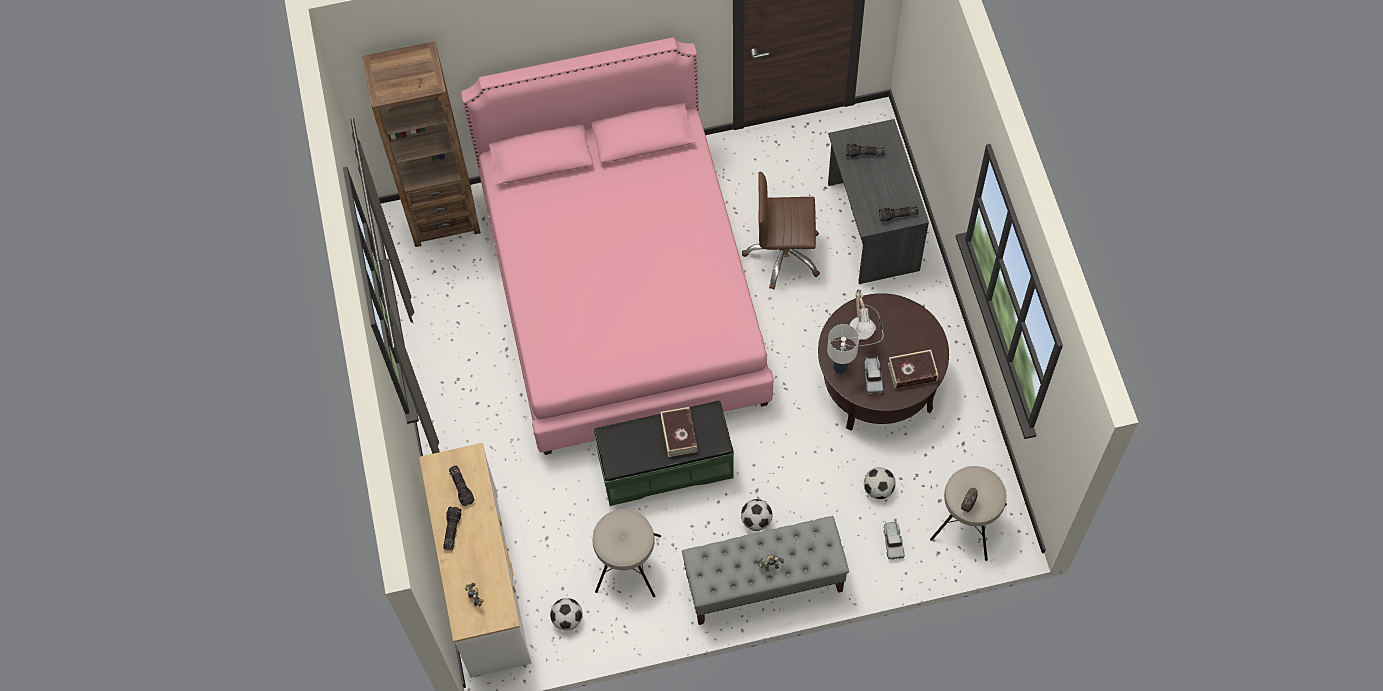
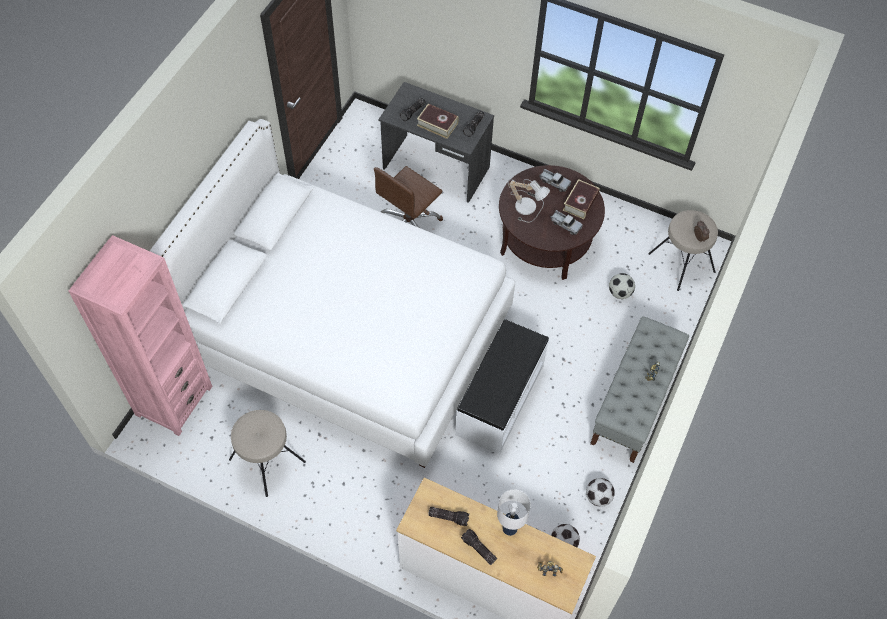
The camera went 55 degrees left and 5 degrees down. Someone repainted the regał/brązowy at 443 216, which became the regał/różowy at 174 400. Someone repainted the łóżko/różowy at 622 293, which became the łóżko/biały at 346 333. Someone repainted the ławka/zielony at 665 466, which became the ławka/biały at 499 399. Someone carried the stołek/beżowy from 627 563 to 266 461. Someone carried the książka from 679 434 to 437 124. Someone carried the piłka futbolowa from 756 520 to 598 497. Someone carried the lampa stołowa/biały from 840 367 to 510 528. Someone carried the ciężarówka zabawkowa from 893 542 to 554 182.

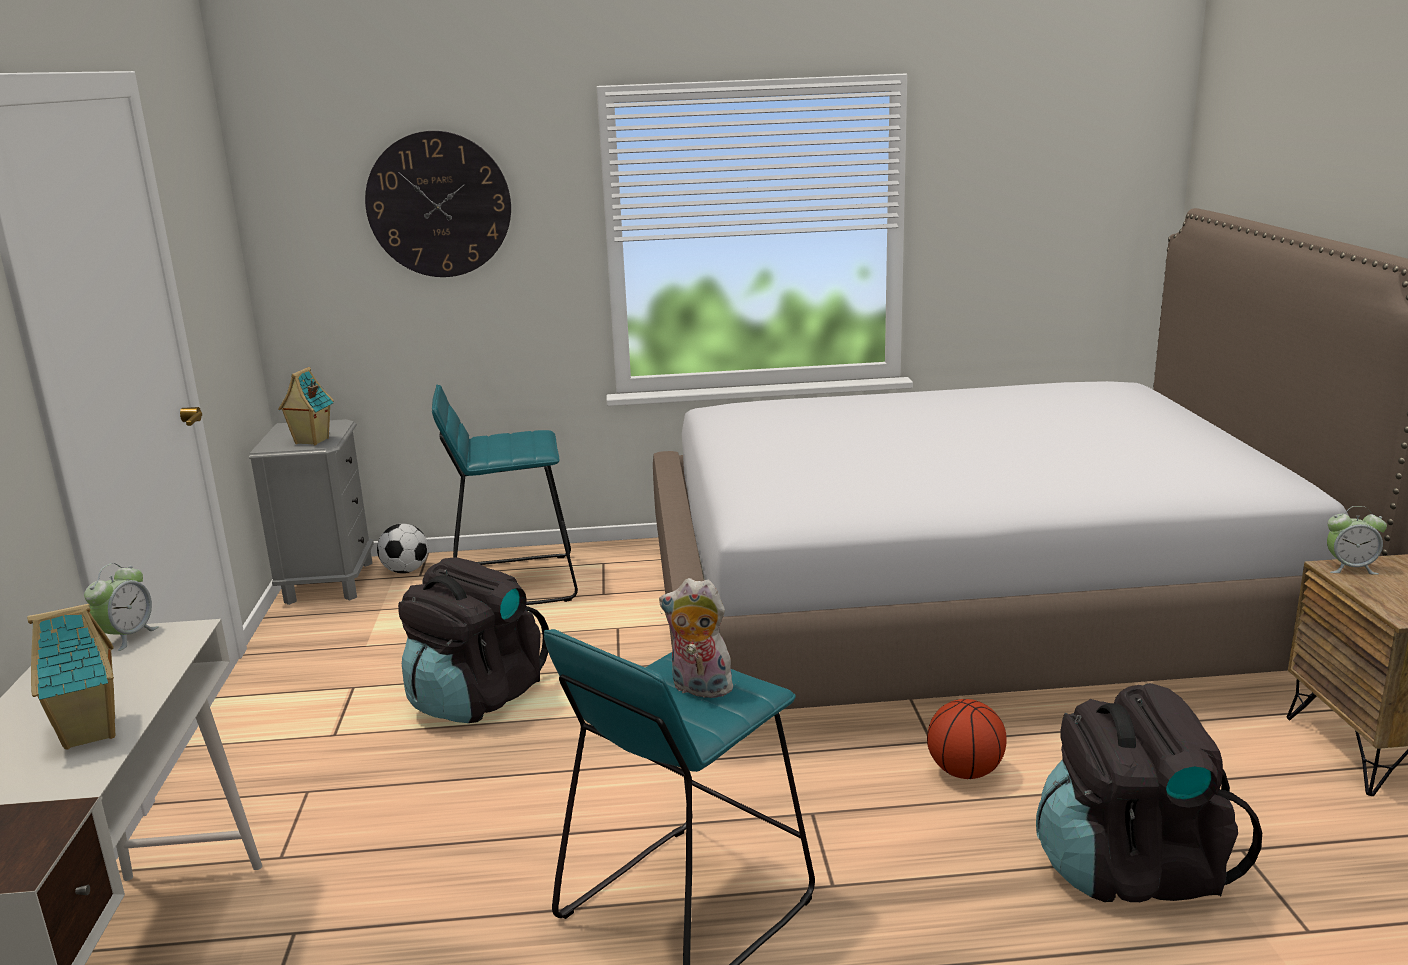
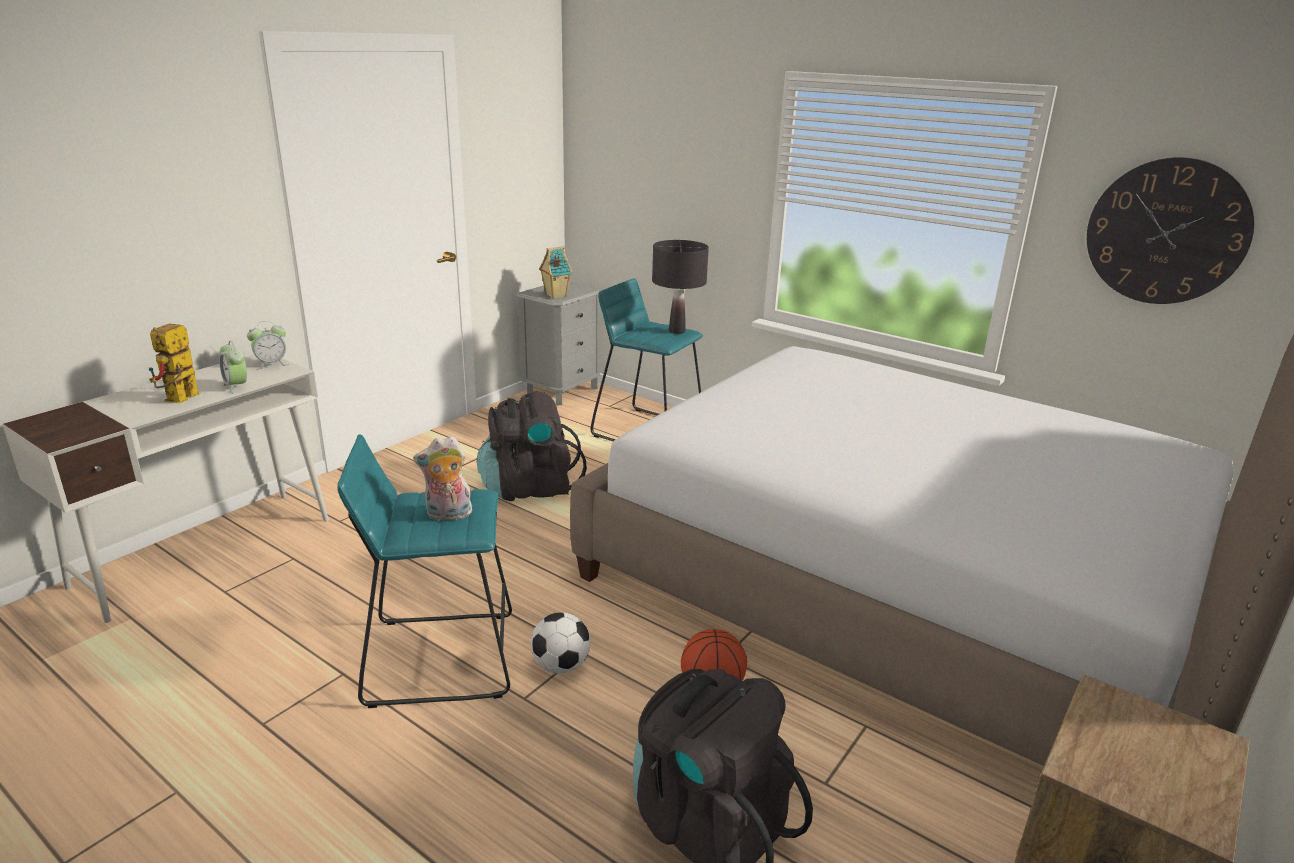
The camera went 40 degrees right and 5 degrees up. Someone swapped the domek at 92 733 for the robot zabawkowy at 179 400. Someone carried the zegar ścienny from 439 205 to 1166 232. Someone carried the piłka futbolowa from 406 571 to 561 666. Someone rotated the pluszak at 698 689 by 75 degrees counterclockwise. Someone carried the budzik from 1350 568 to 236 387. Someone put down the lampa stołowa/czarny at 677 331.

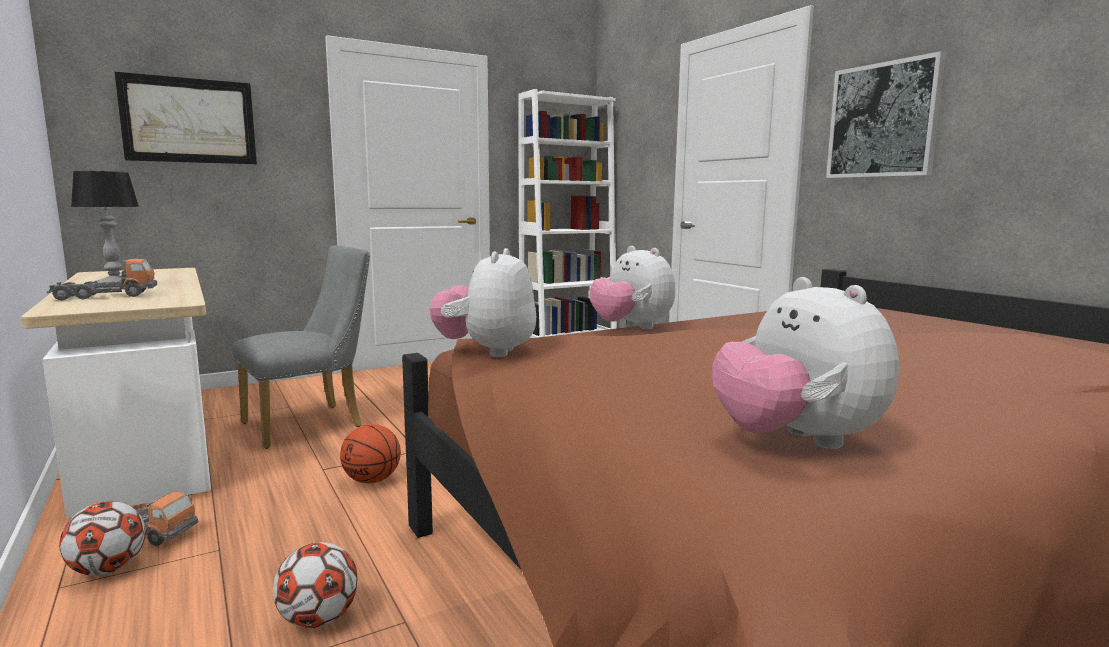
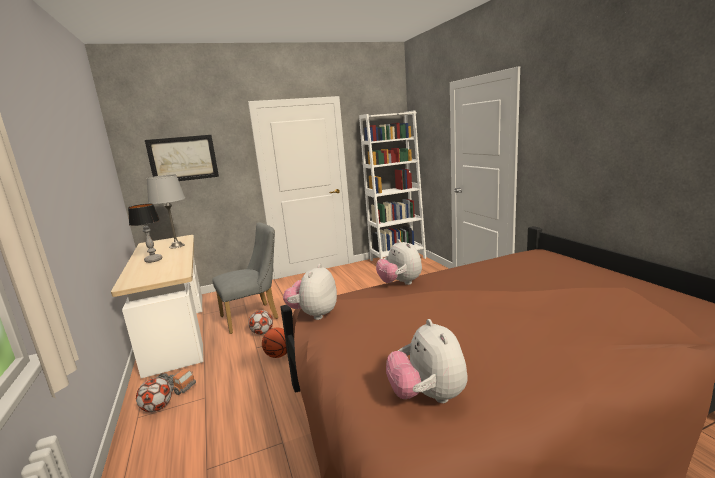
The camera went 10 degrees right and 5 degrees up. Someone took away the ciężarówka zabawkowa at 105 296. Someone carried the piłka futbolowa from 319 619 to 262 333. Someone took away the obraz at 883 120. Someone put down the lampa stołowa/szary at 176 246.

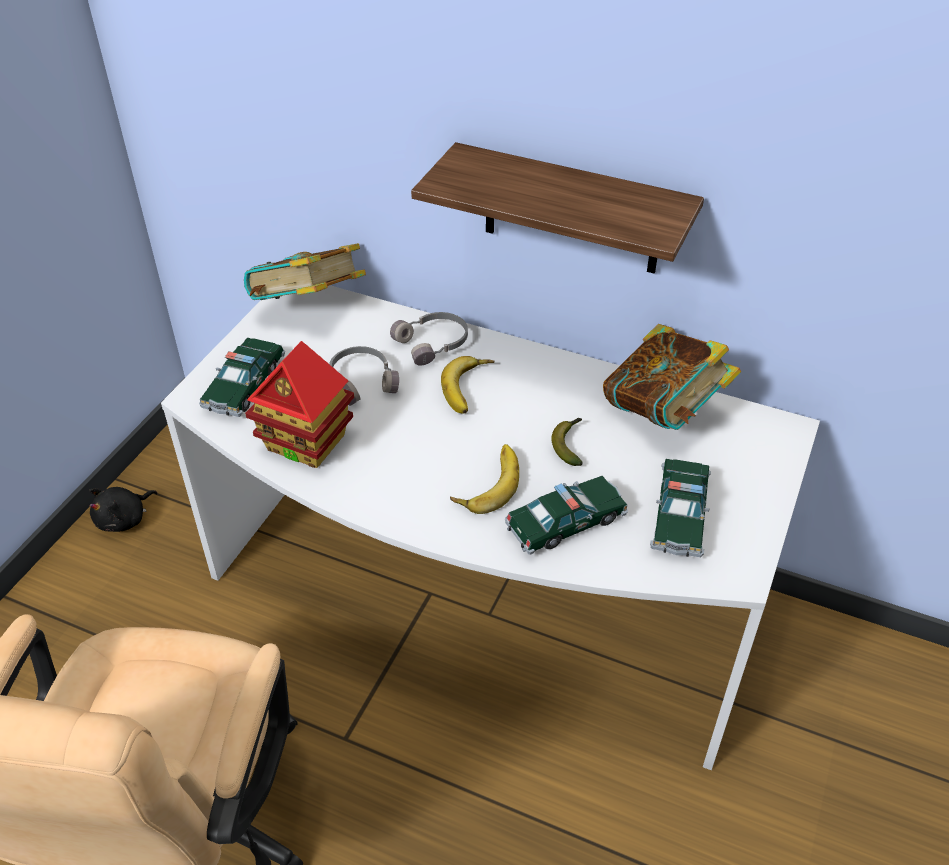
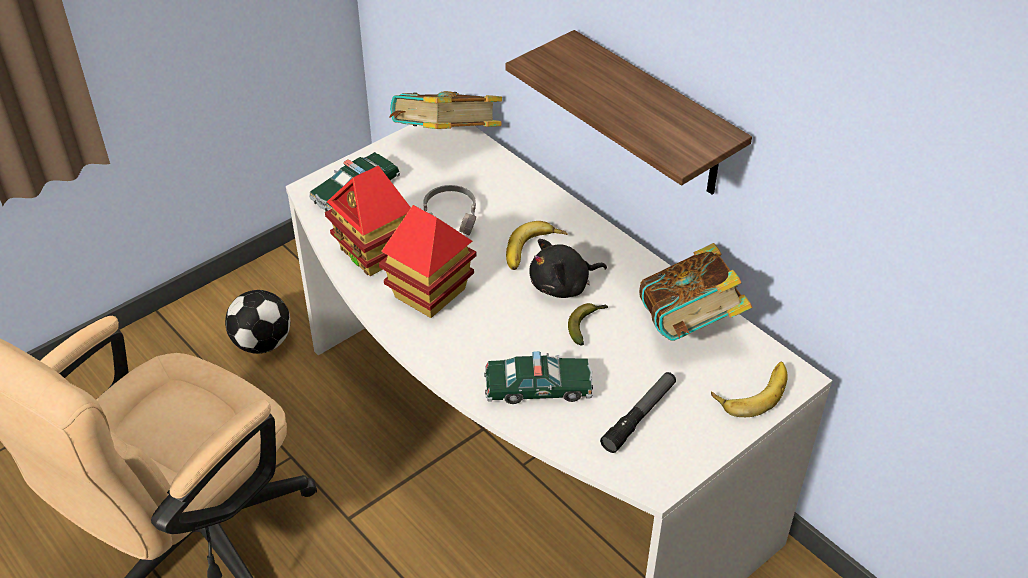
The camera went 25 degrees right and 0 degrees up. Someone carried the pluszak/czarny from 124 519 to 563 286. Someone took away the słuchawki/szary at 433 344. Someone carried the banan from 487 482 to 751 390. Someone swapped the samochodzik at 679 516 for the latarka at 639 416. Someone put down the piłka futbolowa at 261 343. Someone put down the domek at 430 293.

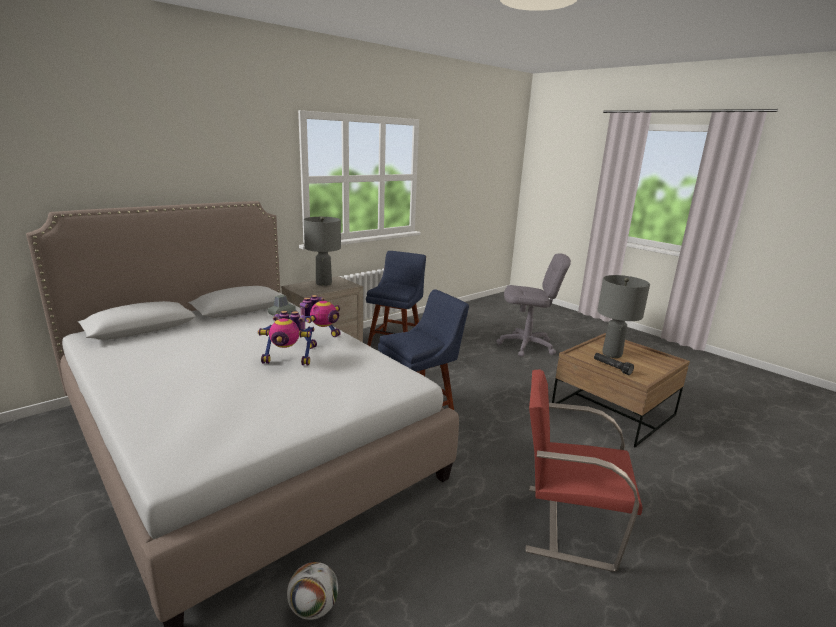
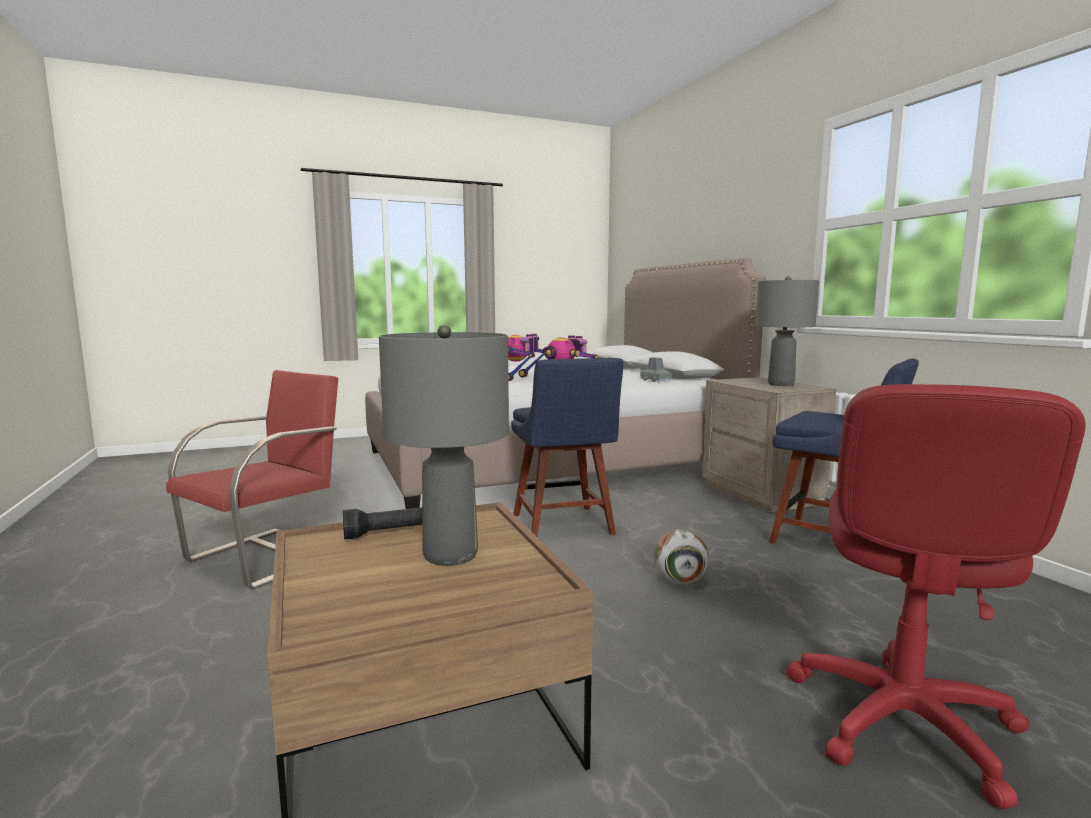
The camera went 110 degrees right and 10 degrees down. Someone carried the piłka futbolowa from 313 608 to 680 581. Someone repainted the krzesło biurowe/szary at 526 346, which became the krzesło biurowe/czerwony at 901 721.

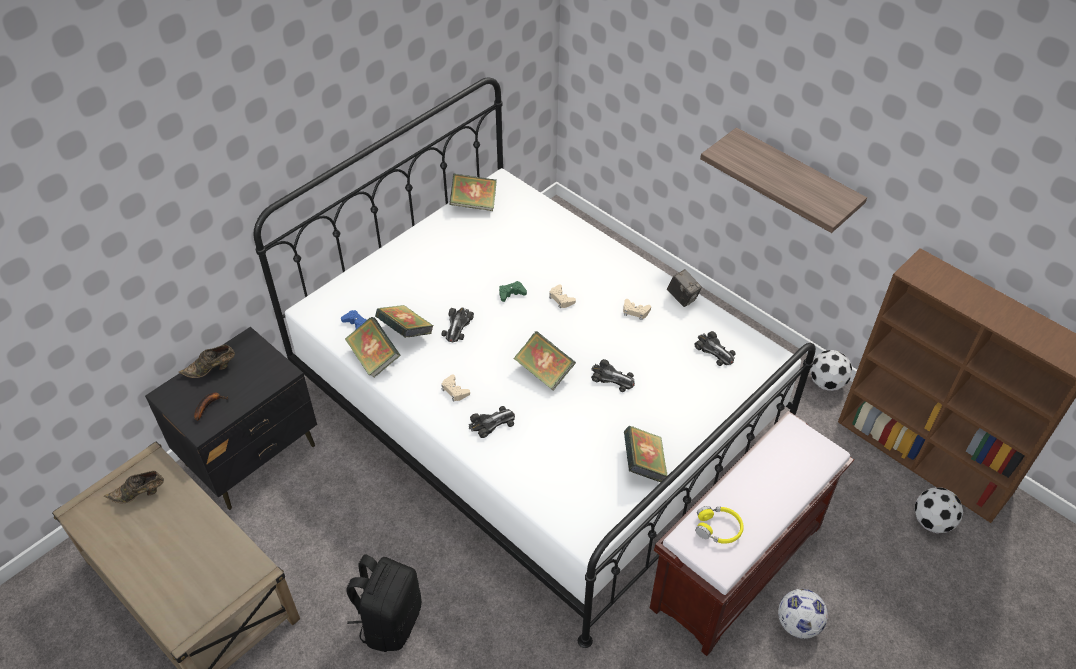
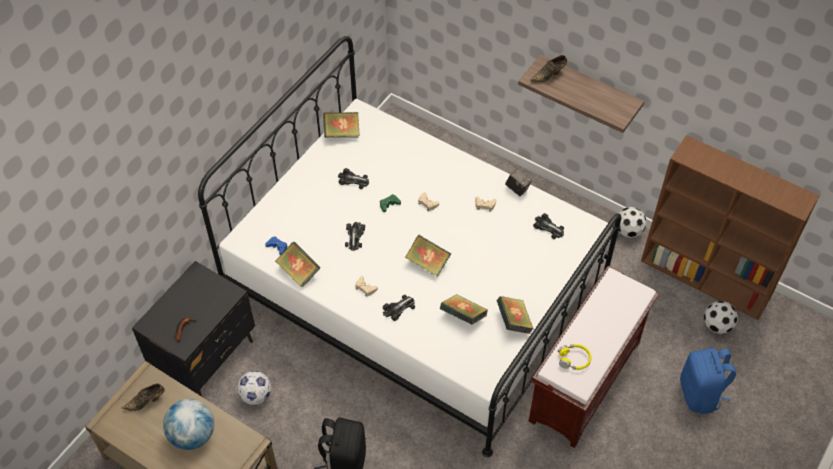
The camera went 10 degrees left and 5 degrees up. Someone carried the but/brązowy from 212 369 to 549 76. Someone carried the książka from 405 332 to 463 316. Someone carried the samochodzik from 612 378 to 353 180. Someone carried the piłka futbolowa from 798 624 to 256 395. Someone put down the globus at 192 435. Someone put down the plecak/niebieski at 700 394.

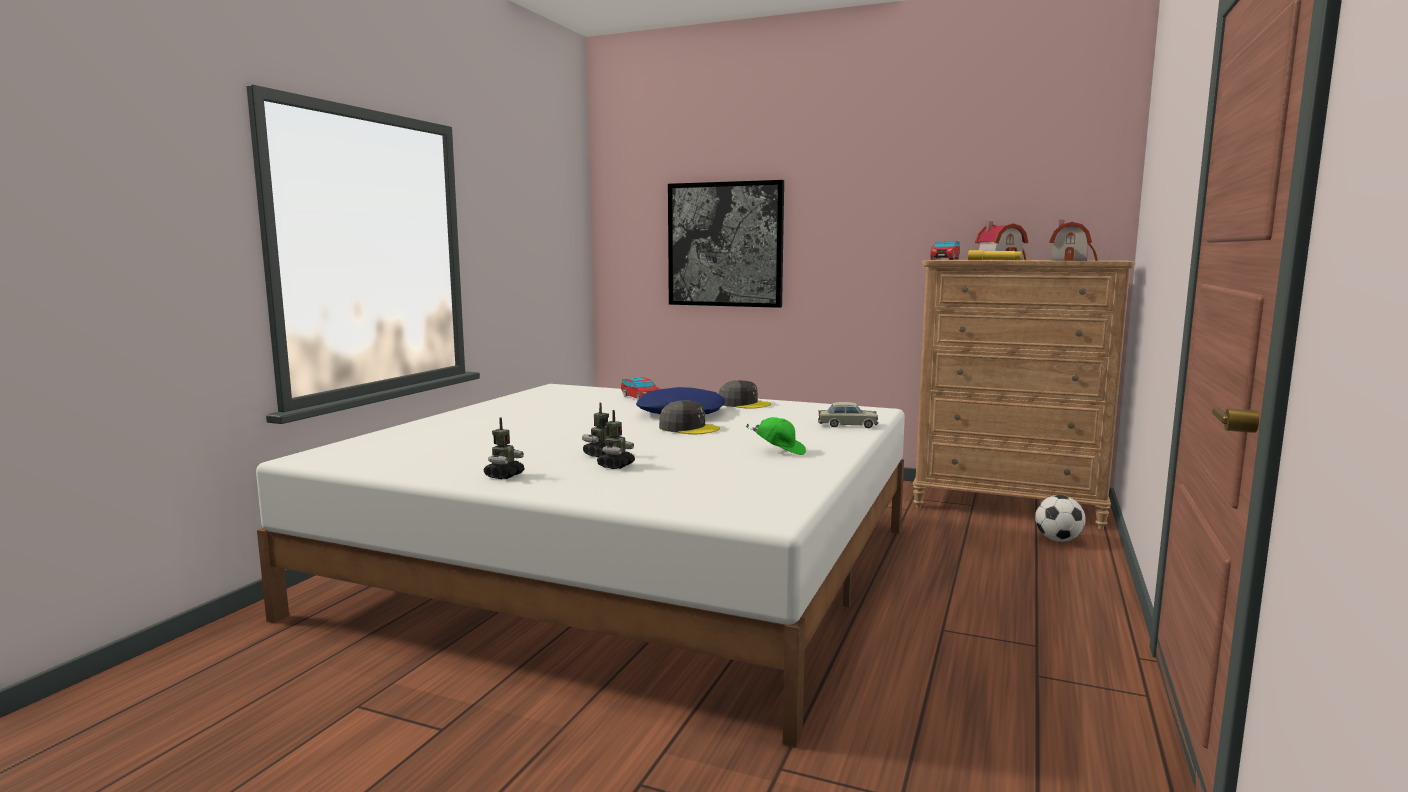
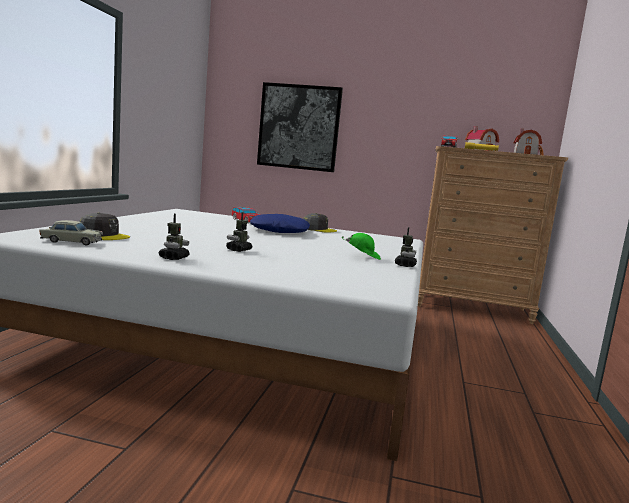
The camera went 10 degrees left and 0 degrees up. Someone carried the robot zabawkowy from 616 466 to 405 265. Someone carried the czapka z daszkiem/szary from 689 428 to 103 236. Someone carried the samochodzik/beżowy from 847 425 to 72 242. Someone took away the piłka futbolowa at 1058 540.

